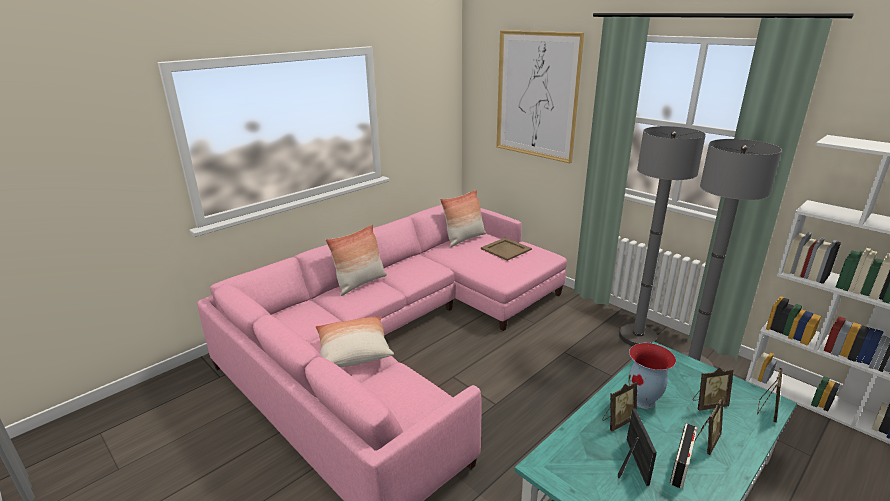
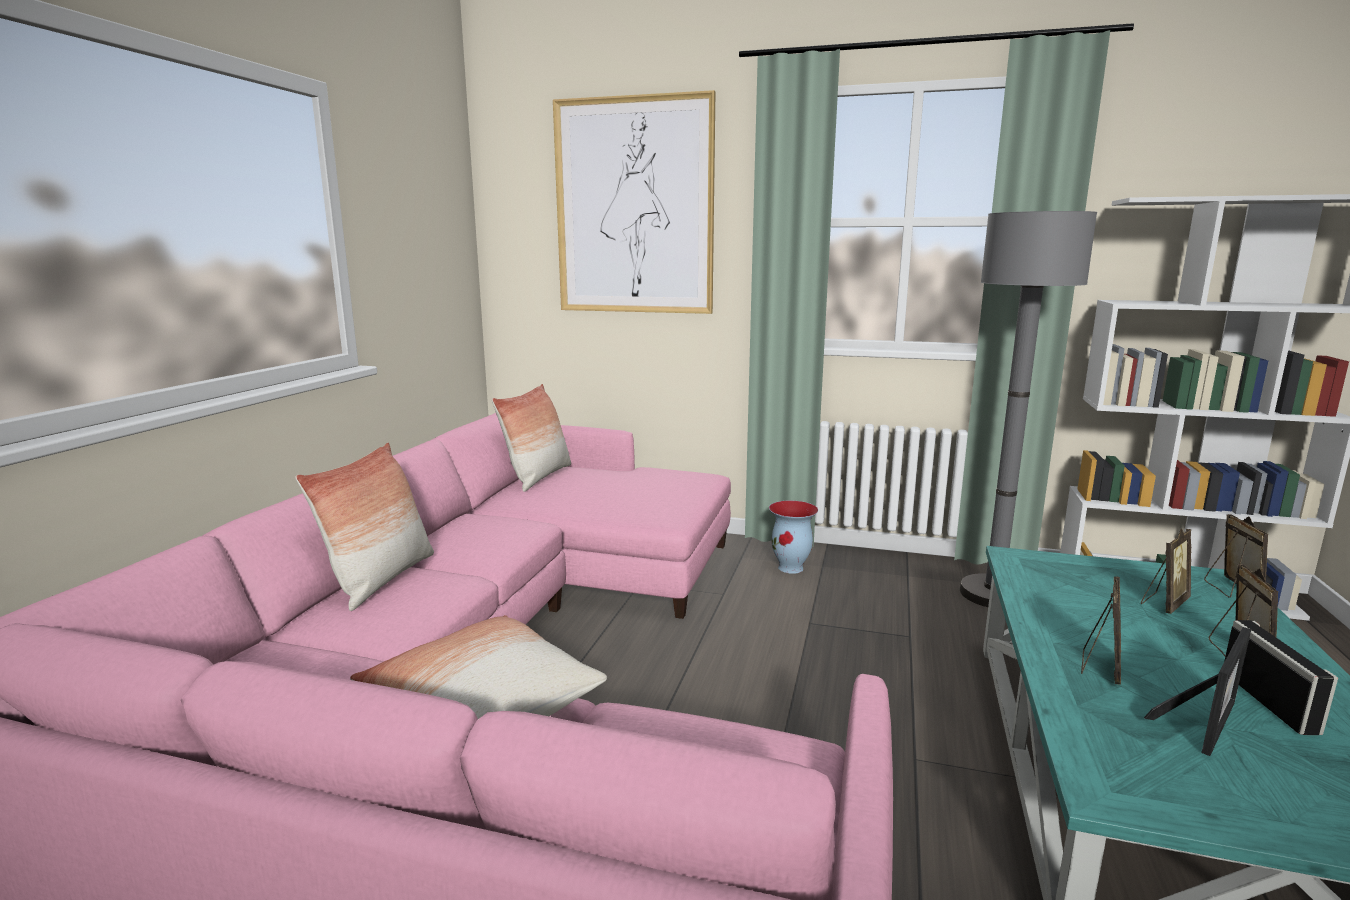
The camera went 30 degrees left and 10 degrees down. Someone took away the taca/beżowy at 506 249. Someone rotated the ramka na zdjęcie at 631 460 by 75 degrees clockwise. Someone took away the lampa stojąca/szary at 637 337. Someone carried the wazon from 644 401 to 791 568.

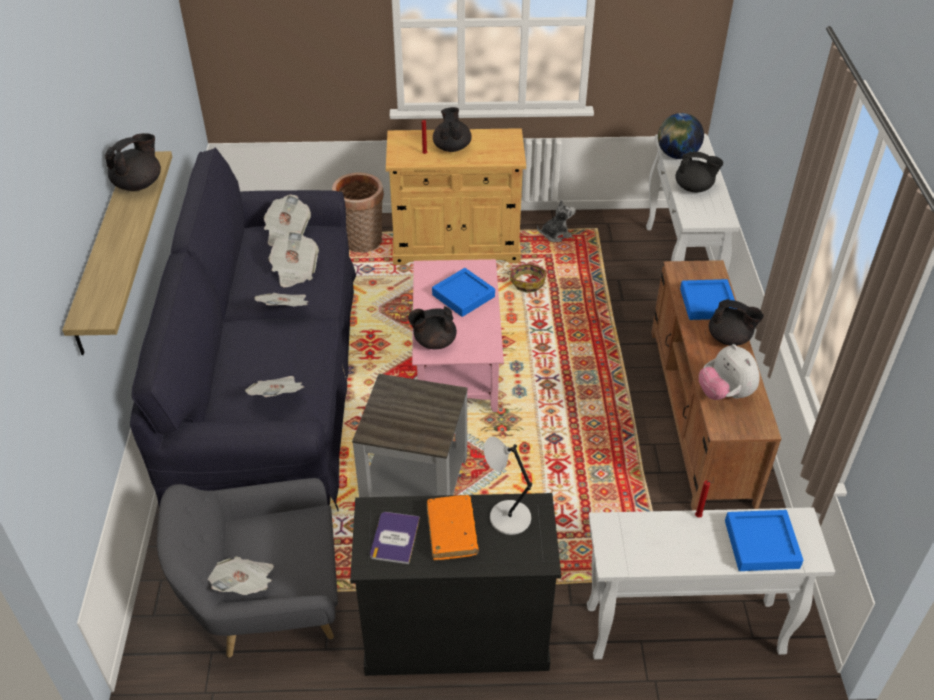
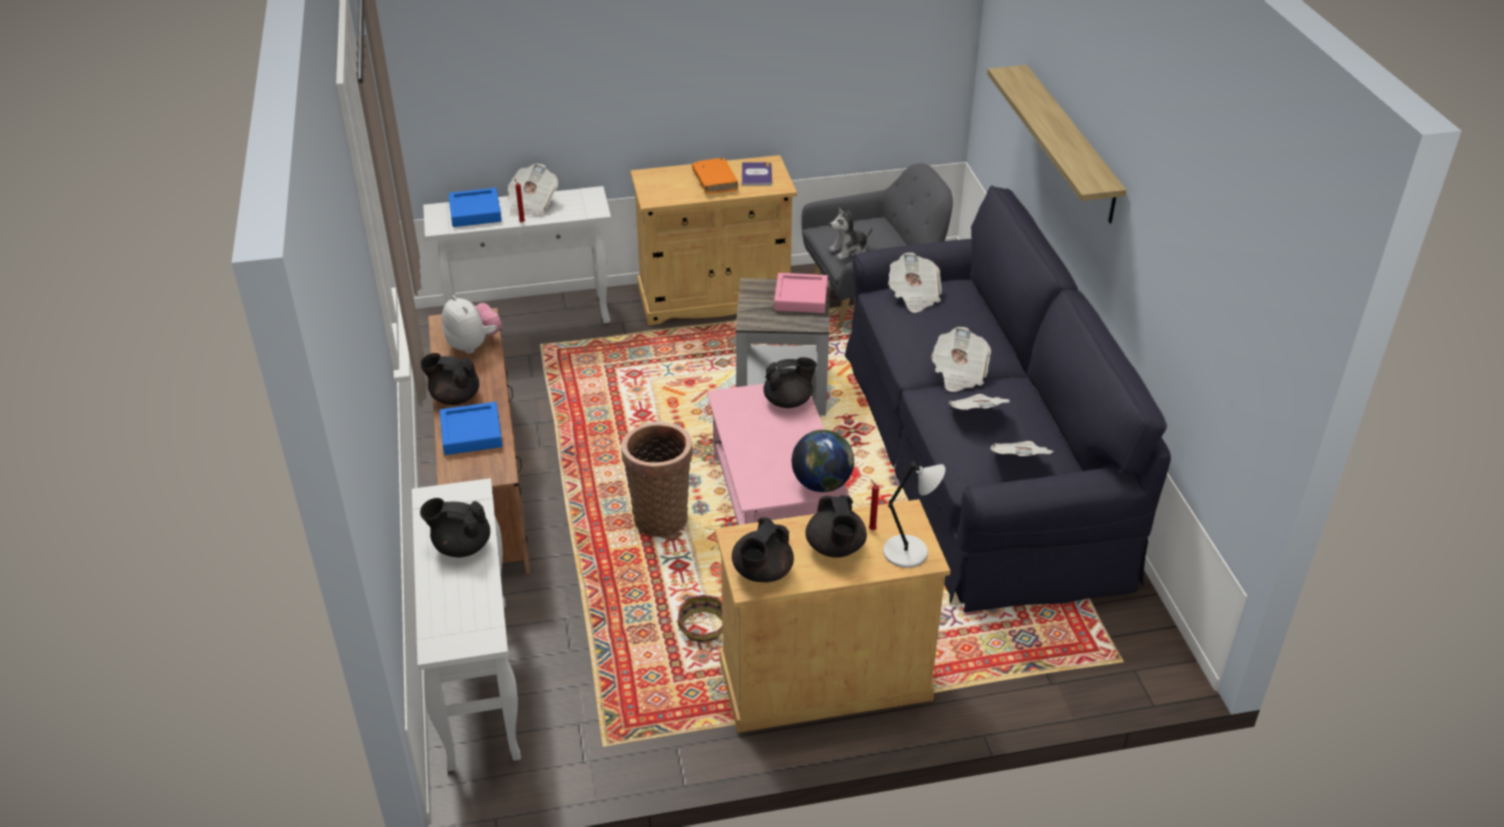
The camera went 170 degrees right and 5 degrees down. Someone carried the imbryk/czarny from 139 184 to 762 572. Someone carried the gazeta from 244 585 to 531 204. Someone carried the koszyk from 362 243 to 660 516. Someone repainted the szafka/czarny at 456 633, which became the szafka/beżowy at 714 297. Someone took away the taca/niebieski at 463 296. Someone carried the lampa stołowa/szary from 507 517 to 908 552. Someone carried the pluszak from 555 234 to 849 250. Someone carried the globus from 677 155 to 822 483. Someone put down the taca/różowy at 801 297.

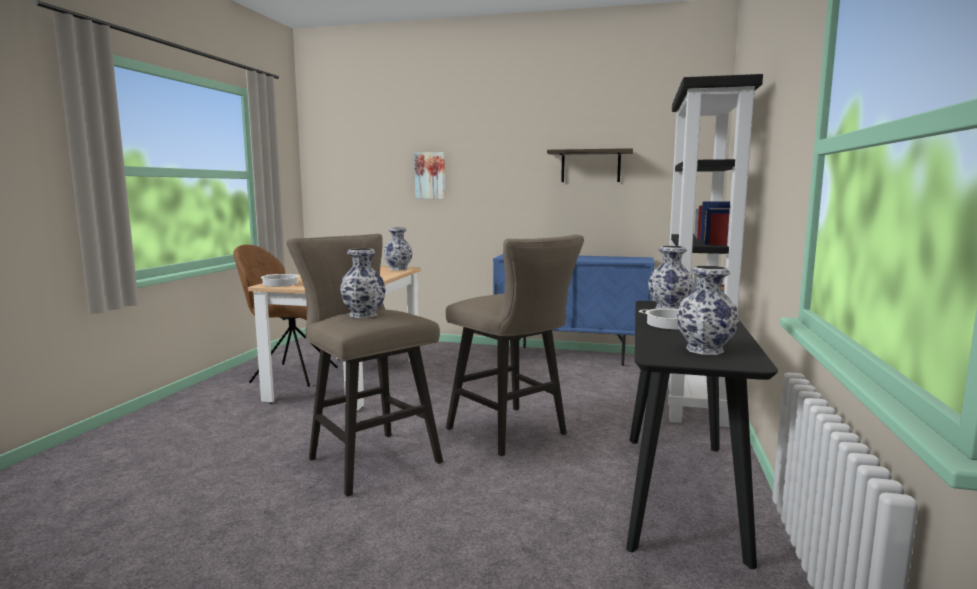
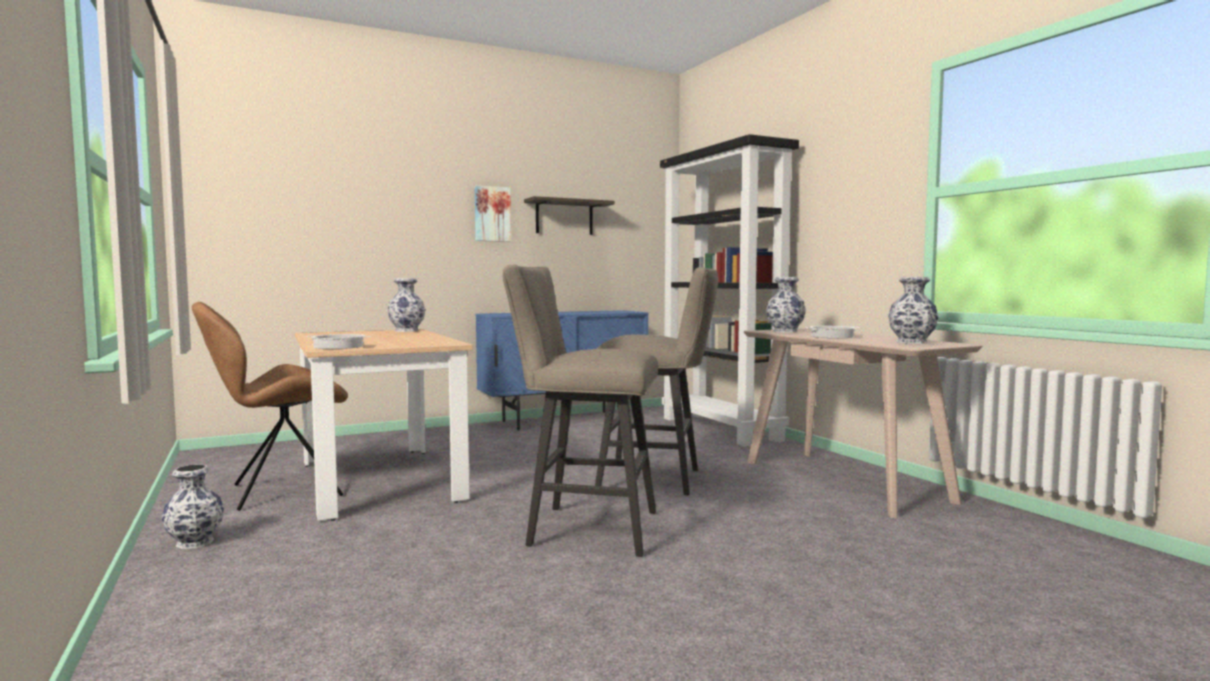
The camera went 40 degrees left and 5 degrees down. Someone carried the wazon from 363 314 to 194 542. Someone carried the obraz from 430 175 to 492 214. Someone repainted the stolik konsolowy/czarny at 681 491, which became the stolik konsolowy/beżowy at 844 481.

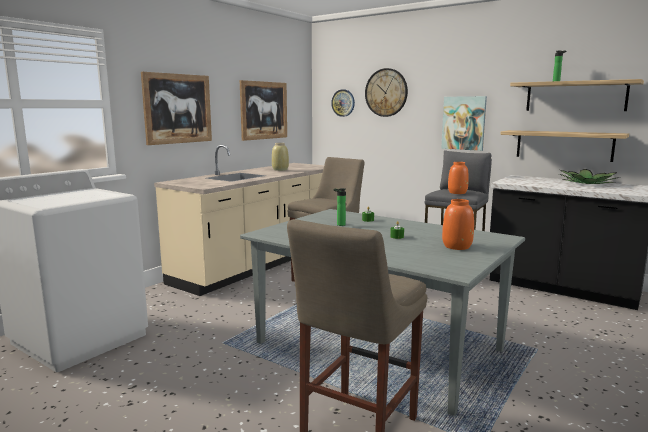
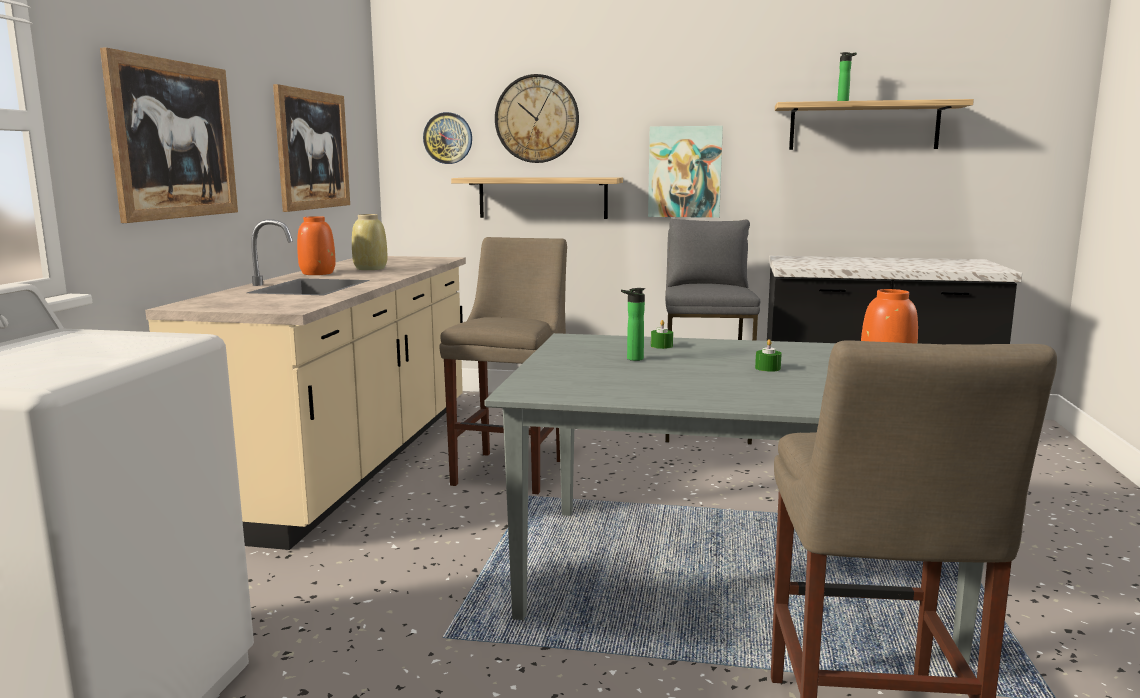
The camera went 25 degrees left and 0 degrees up. Someone carried the wazon/pomarańczowy from 457 192 to 317 273. Someone carried the półka from 563 145 to 543 198. Someone took away the roślina doniczkowa at 587 184.

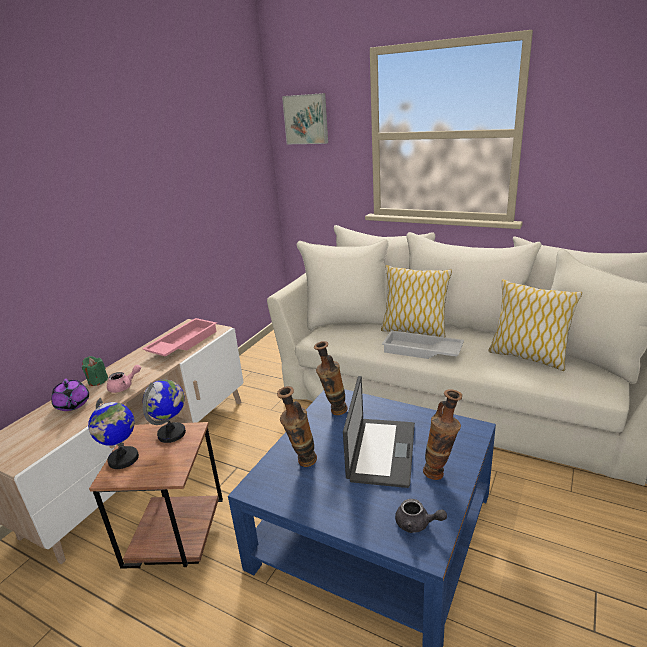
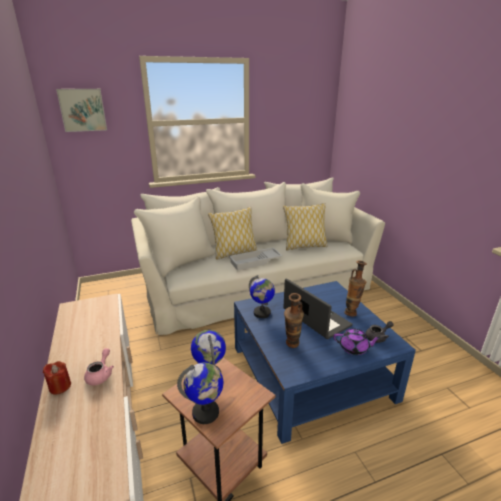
The camera went 50 degrees left and 0 degrees up. Someone carried the imbryk/fioletowy from 72 404 to 354 348. Someone repainted the świeca/zielony at 97 381, which became the świeca/czerwony at 60 386. Someone took away the taca/różowy at 182 343. Someone swapped the wazon at 333 412 for the globus at 262 313.

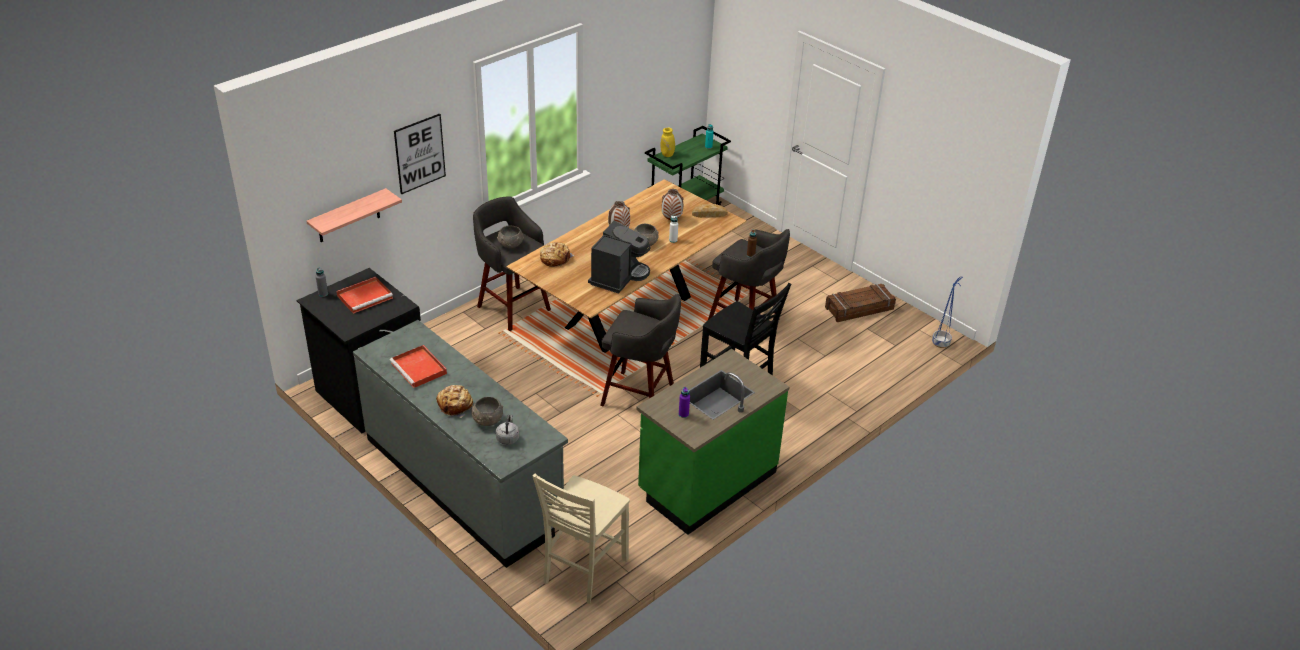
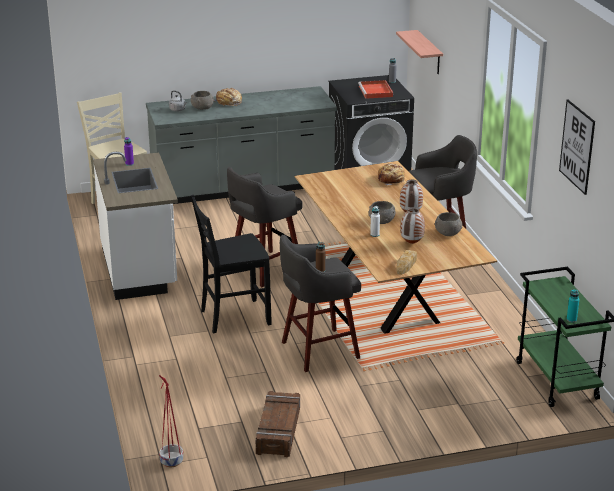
The camera went 120 degrees right and 10 degrees down. Someone took away the taca/czerwony at 419 369. Someone carried the obraz from 420 153 to 577 146. Someone carried the miska/szary from 510 244 to 448 233. Someone took away the ekspres do kawy at 618 276. Someone repainted the zabudowa kuchenna/zielony at 706 482, which became the zabudowa kuchenna/biały at 140 268. Someone took away the wazon/żółty at 668 155. Someone repainted the donica/niebieski at 941 343, which became the donica/czerwony at 171 461.

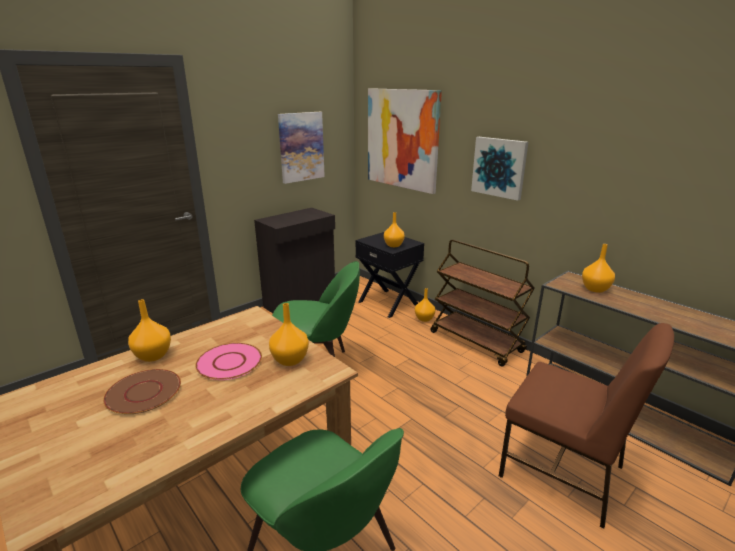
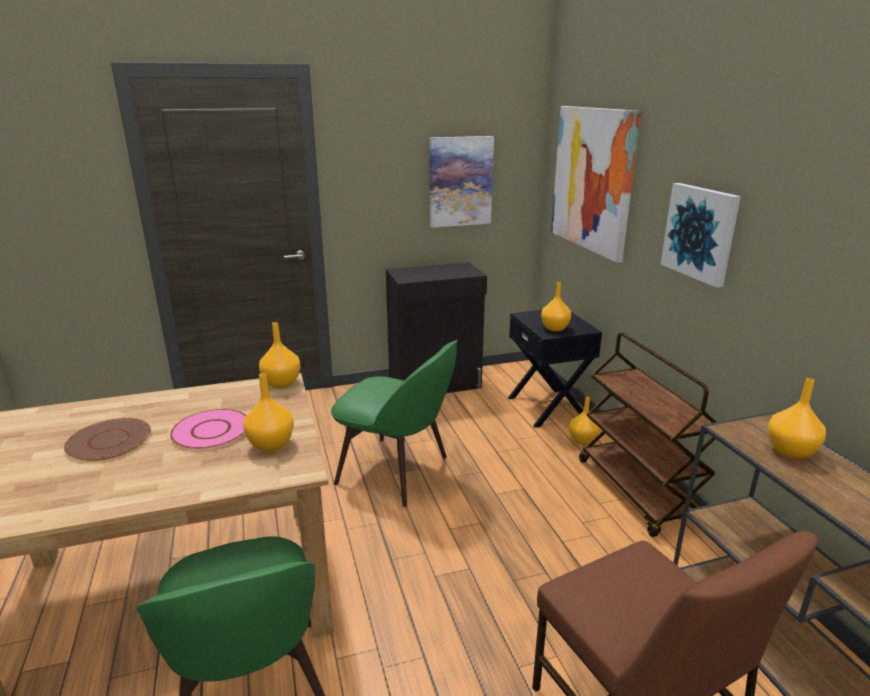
The camera went 25 degrees right and 0 degrees up. Someone carried the wazon/pomarańczowy from 152 356 to 280 383.

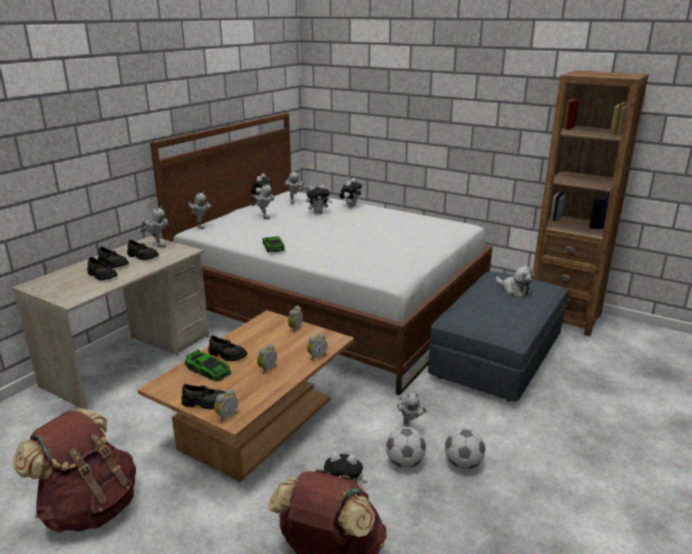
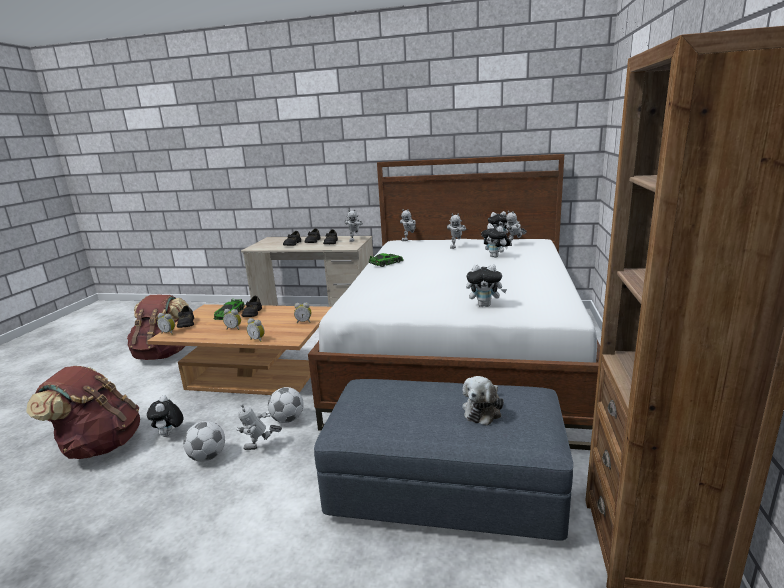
The camera went 70 degrees right and 5 degrees down. Someone carried the pluszak from 350 206 to 485 305. Someone carried the piłka futbolowa from 463 464 to 287 419.

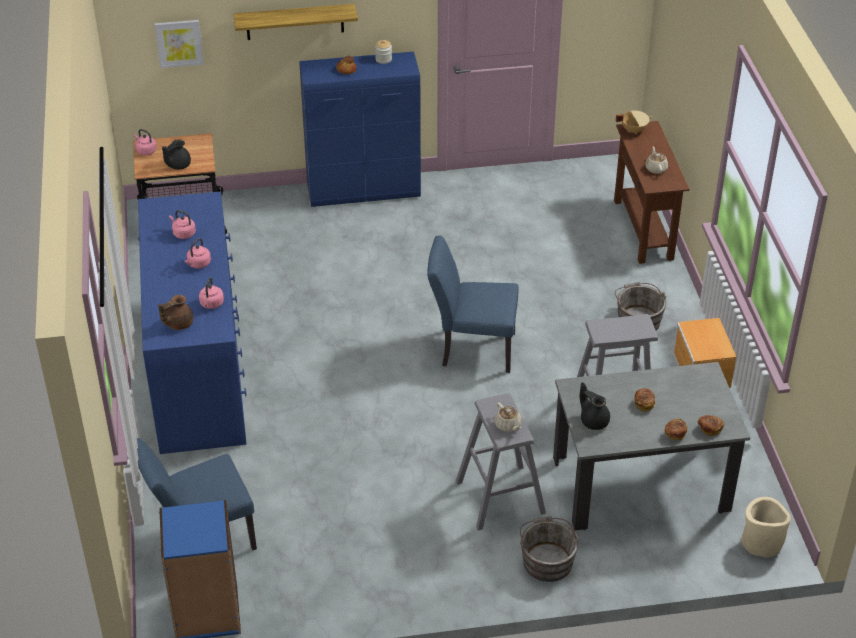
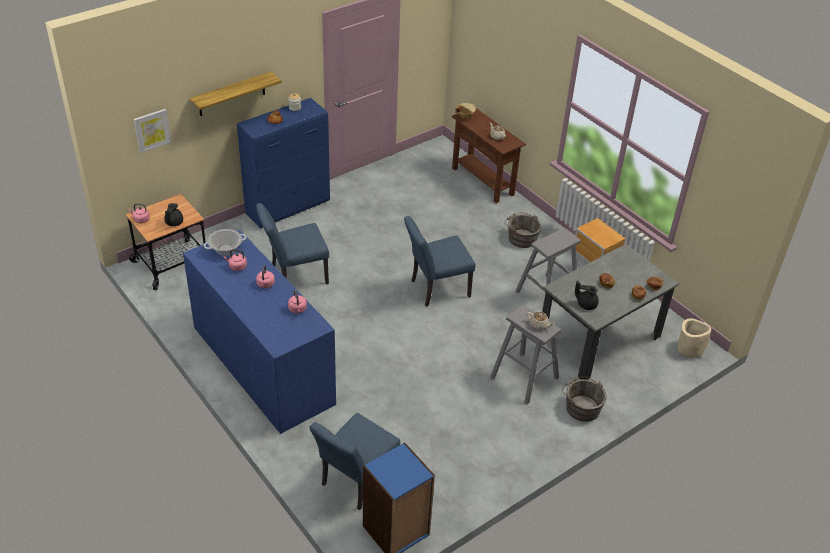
The camera went 30 degrees left and 0 degrees up. Someone took away the imbryk/brązowy at 178 323. Someone put down the garnek at 226 250. Someone put down the krzesło/niebieski at 294 276.

